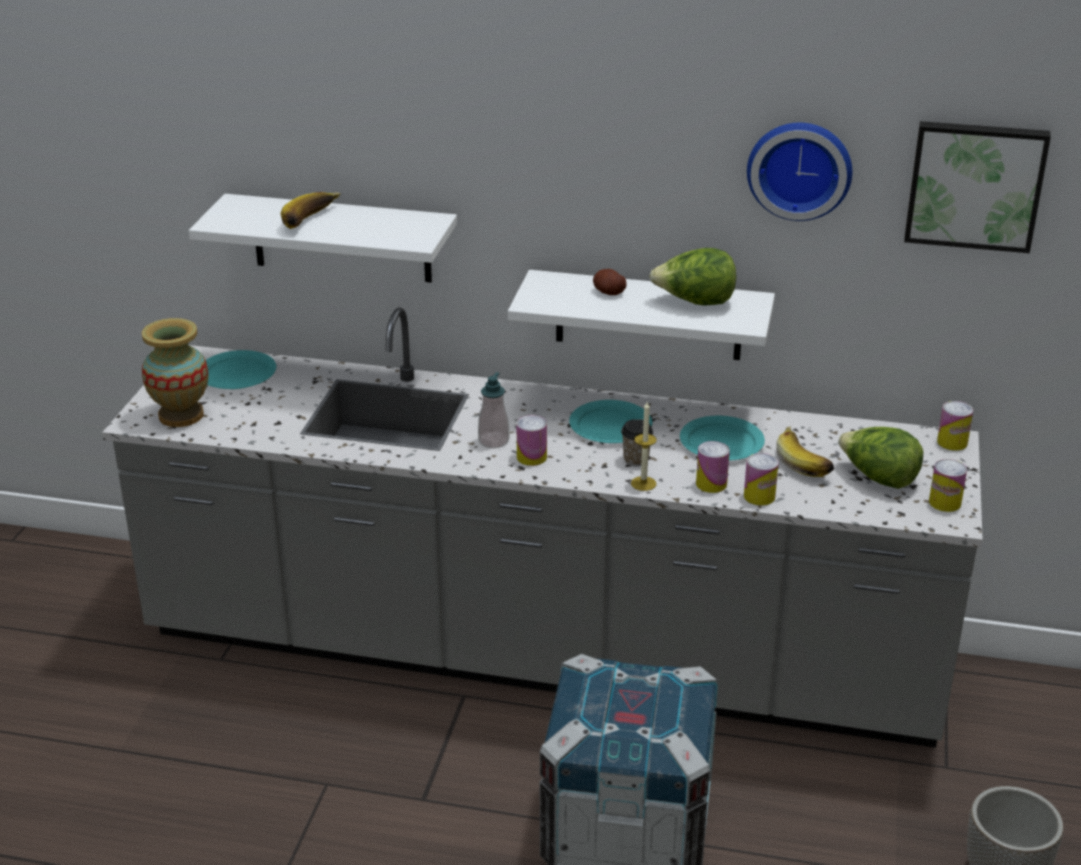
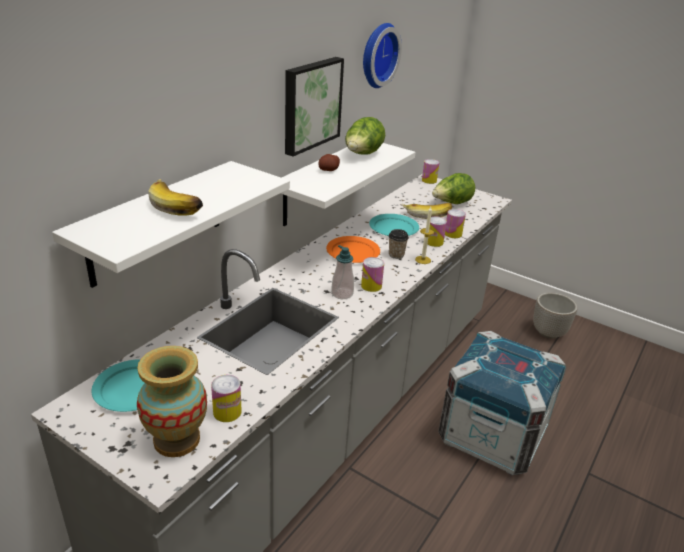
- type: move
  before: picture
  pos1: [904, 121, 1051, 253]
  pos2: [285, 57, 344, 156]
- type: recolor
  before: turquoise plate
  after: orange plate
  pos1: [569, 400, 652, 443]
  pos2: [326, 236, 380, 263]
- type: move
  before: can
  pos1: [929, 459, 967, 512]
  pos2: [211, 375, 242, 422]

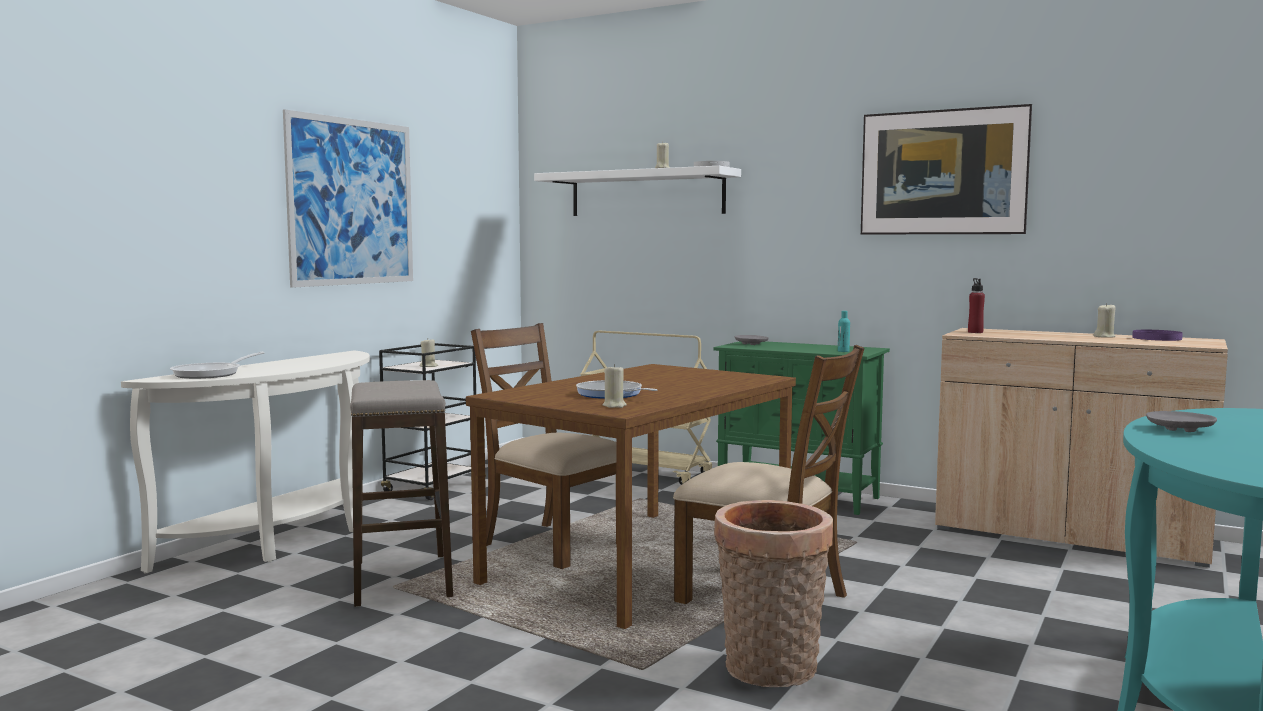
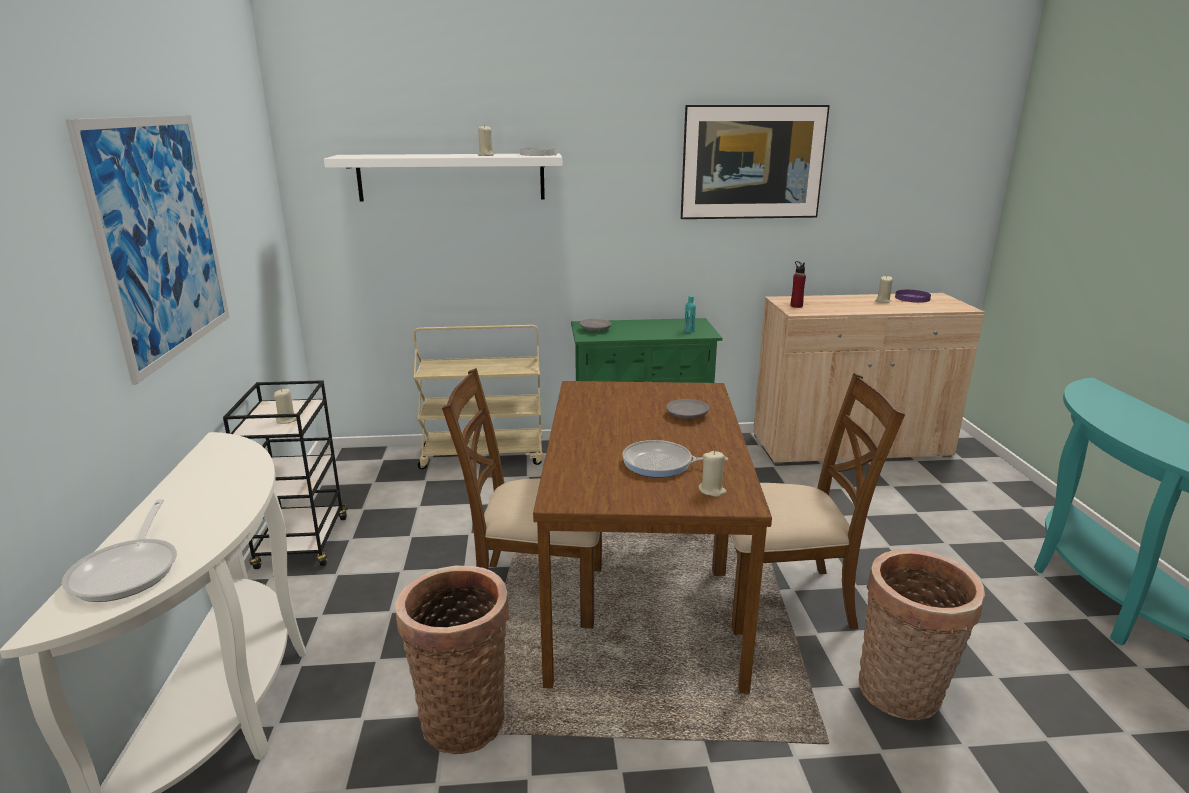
- type: replace
  before: stool
  after: basket
  pos1: [350, 380, 453, 607]
  pos2: [395, 566, 509, 754]
- type: move
  before: grey plate
  pos1: [1146, 411, 1217, 432]
  pos2: [666, 399, 709, 419]

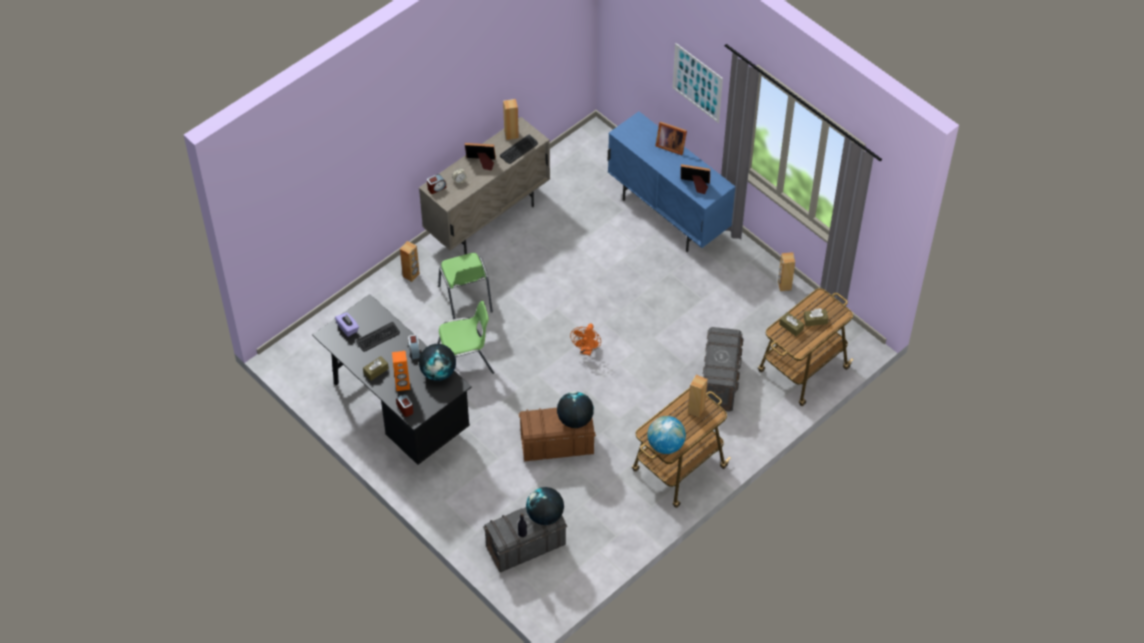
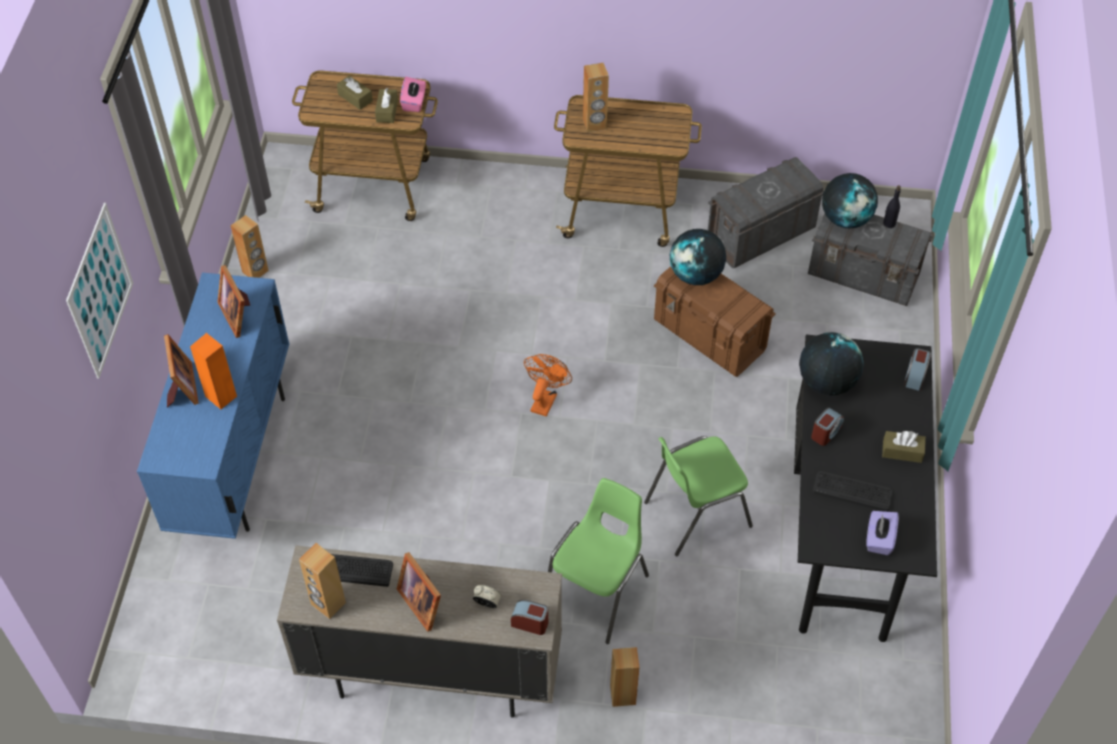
- type: rotate
  before: green chair
  pos1: [437, 301, 494, 374]
  pos2: [644, 436, 753, 556]
  turn: -60
- type: rotate
  before: orange fan
  pos1: [570, 324, 601, 355]
  pos2: [524, 354, 572, 417]
  turn: -45
- type: move
  before: grey storage box
  pos1: [703, 327, 744, 412]
  pos2: [708, 157, 824, 268]
- type: move
  before: orange speaker
  pos1: [392, 351, 410, 391]
  pos2: [190, 333, 237, 409]
- type: delete
  before: globe
  pos1: [647, 416, 686, 454]
- type: insert
  after: pink tissue box
  pos2: [400, 77, 426, 112]

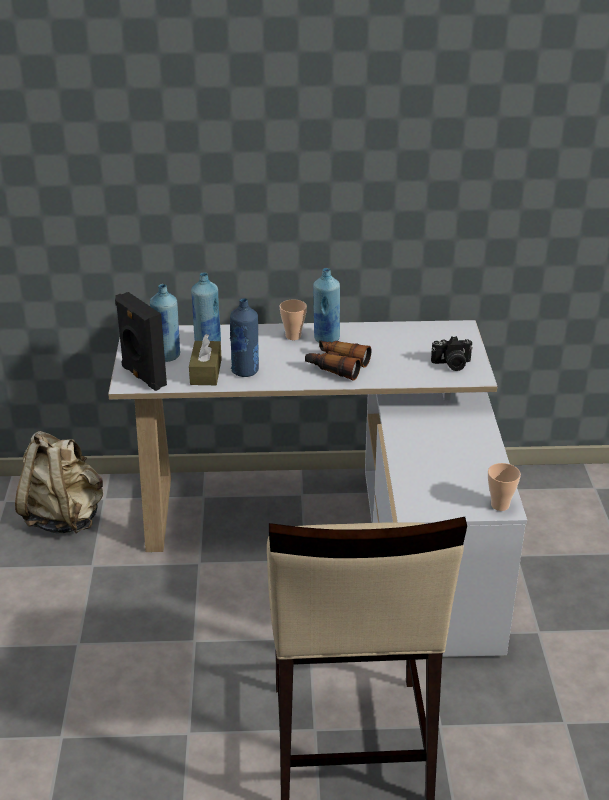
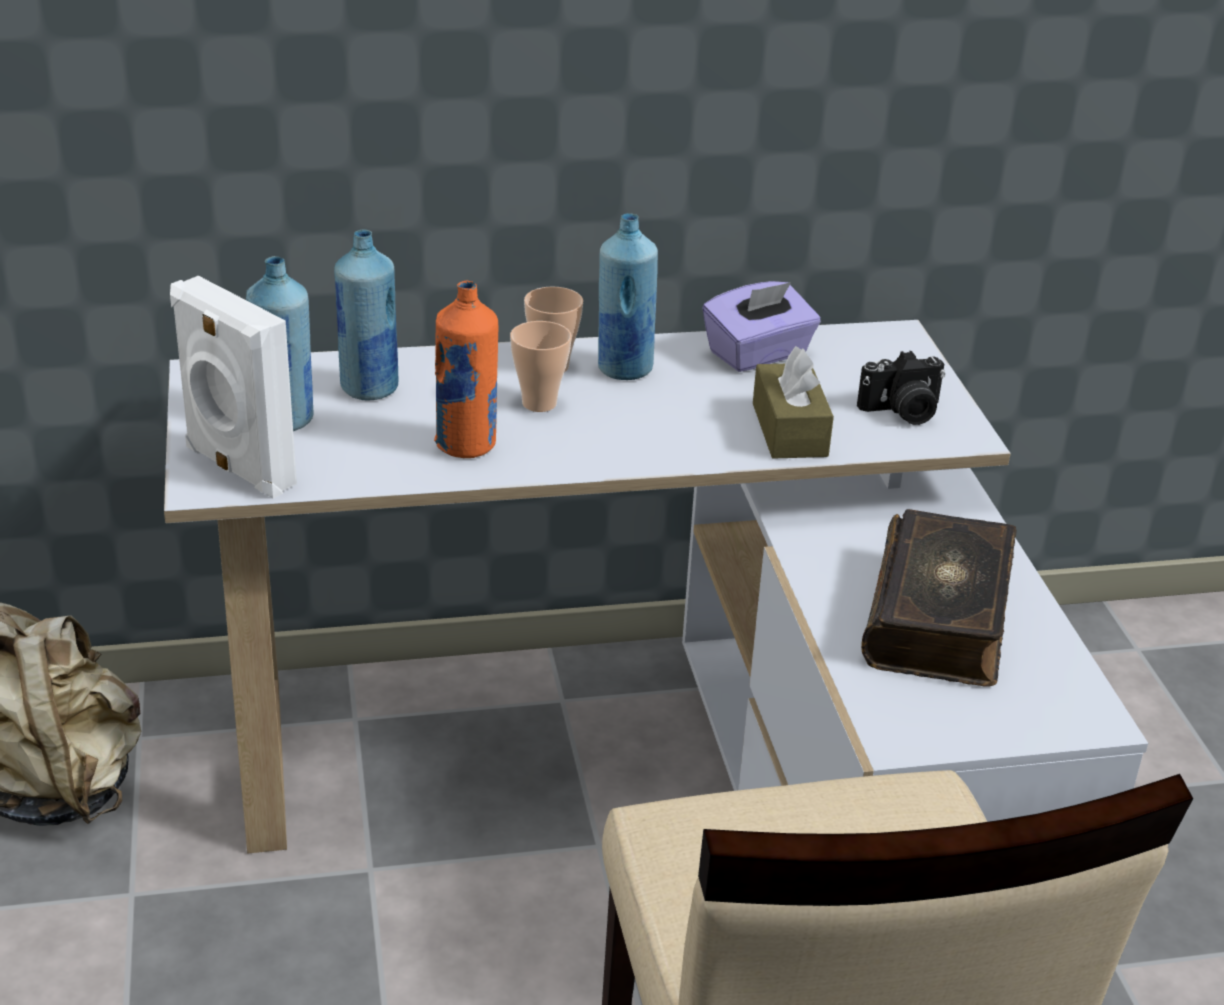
- type: recolor
  before: black speaker
  after: white speaker
  pos1: [115, 292, 167, 391]
  pos2: [170, 276, 297, 498]
- type: recolor
  before: blue bottle
  after: orange bottle
  pos1: [230, 298, 259, 377]
  pos2: [434, 280, 498, 458]
- type: move
  before: brown tissue box
  pos1: [189, 334, 222, 385]
  pos2: [753, 346, 834, 459]
- type: delete
  before: binoculars
  pos1: [305, 340, 372, 381]
- type: move
  before: cup
  pos1: [488, 463, 521, 511]
  pos2: [510, 321, 572, 412]
- type: insert
  after: purple tissue box
  pos2: [702, 281, 821, 372]
- type: insert
  after: book
  pos2: [861, 509, 1017, 687]

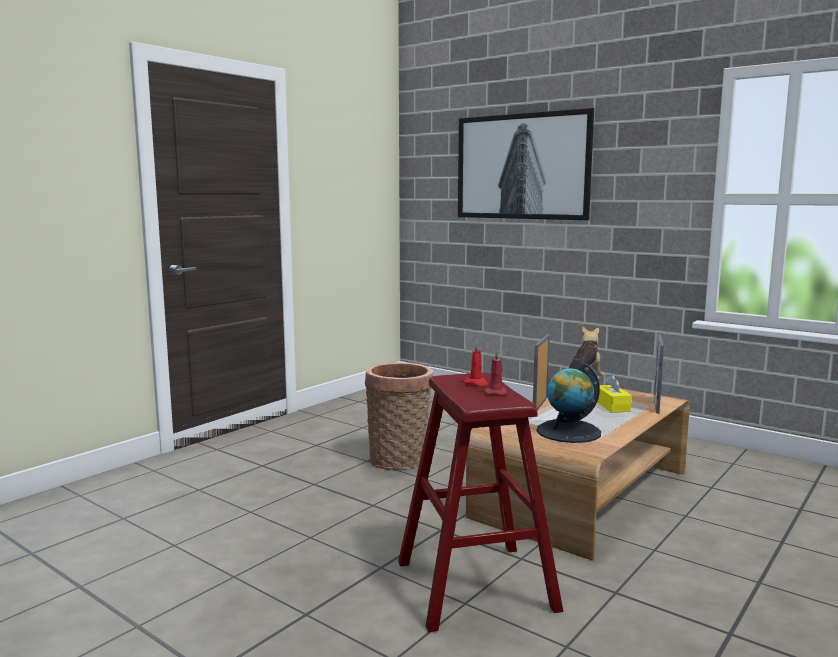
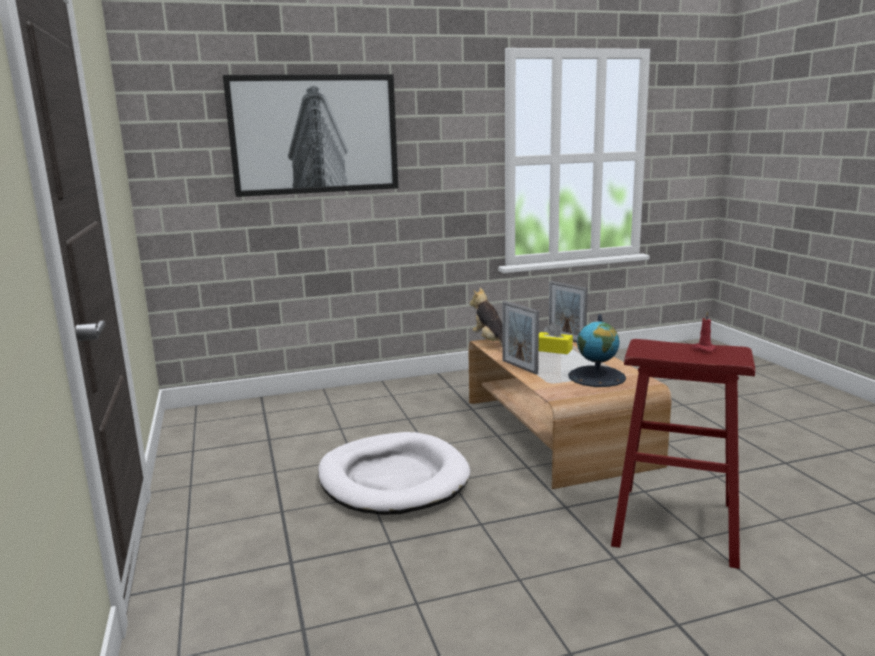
- type: delete
  before: red candle
  pos1: [464, 343, 489, 386]
- type: replace
  before: basket
  after: white dog bed
  pos1: [365, 362, 433, 470]
  pos2: [318, 432, 470, 515]

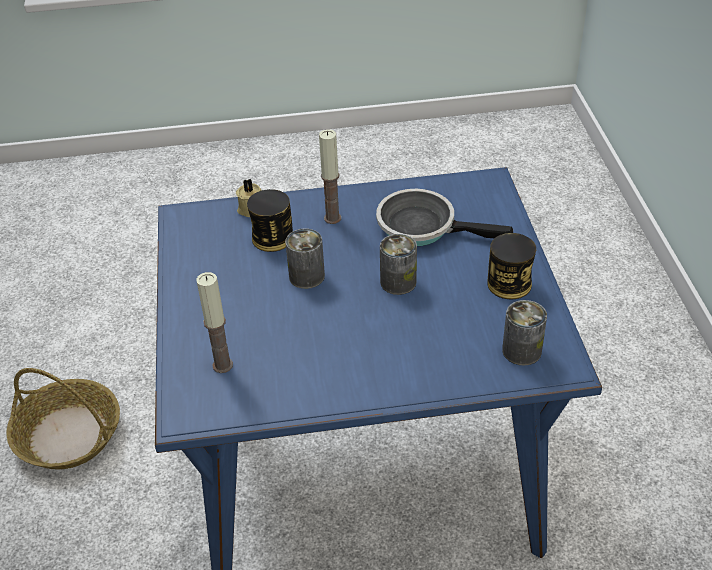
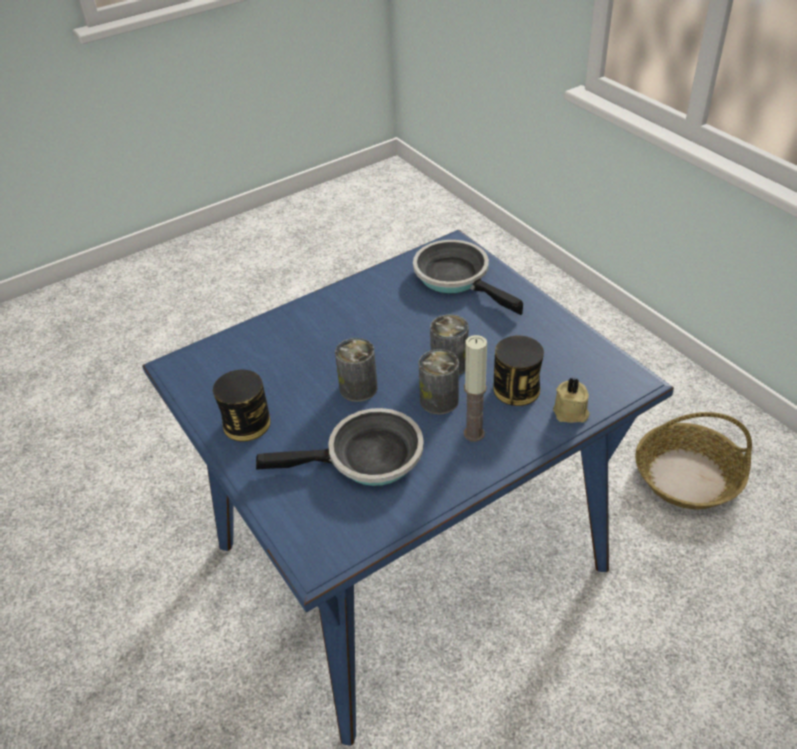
- type: replace
  before: candle
  after: frying pan
  pos1: [196, 272, 233, 373]
  pos2: [413, 240, 523, 315]
- type: move
  before: can
  pos1: [502, 300, 547, 366]
  pos2: [419, 349, 459, 414]

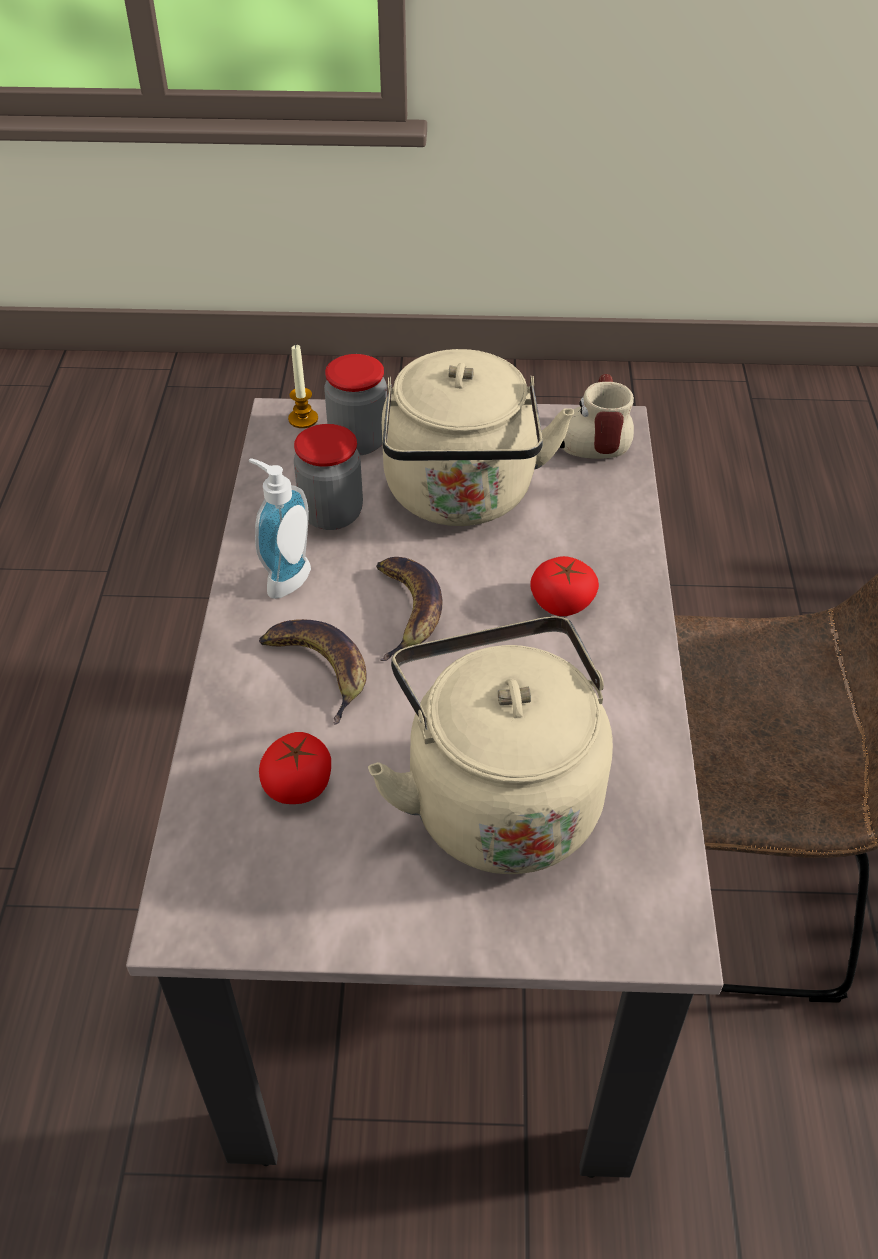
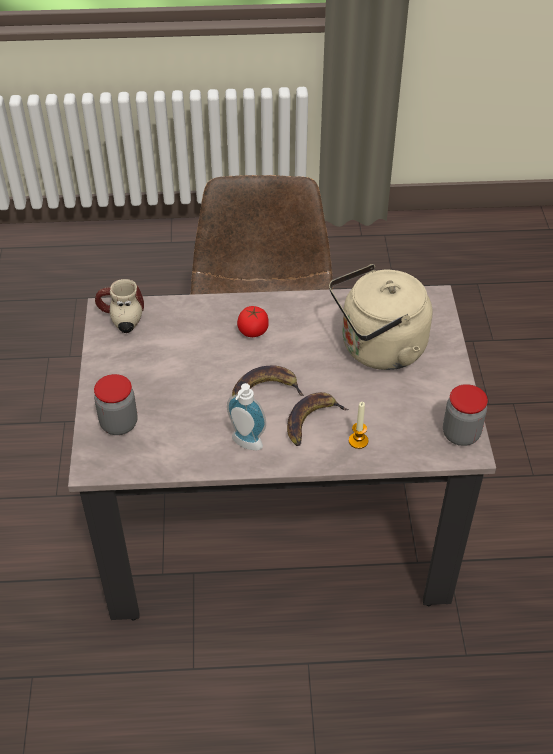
- type: move
  before: candle
  pos1: [288, 344, 318, 428]
  pos2: [349, 402, 368, 449]
- type: delete
  before: beige kettle
  pos1: [382, 349, 574, 526]
- type: move
  before: jar
  pos1: [294, 424, 363, 530]
  pos2: [443, 384, 488, 446]
- type: delete
  before: tomato
  pos1: [259, 732, 331, 804]

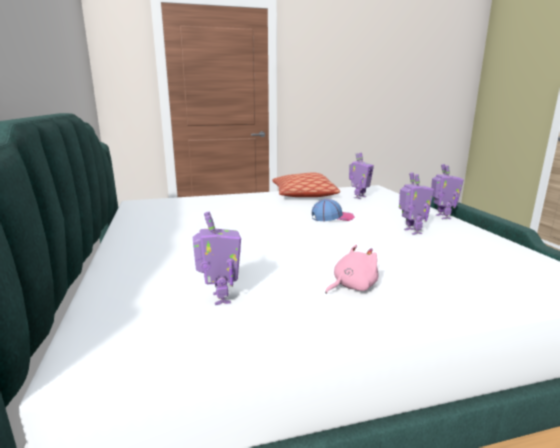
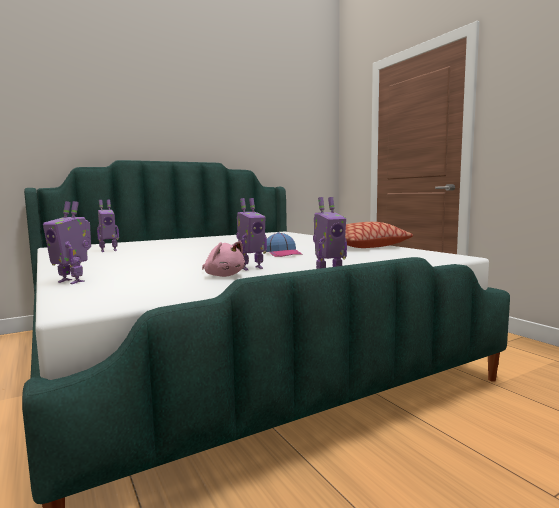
- type: move
  before: toy robot
  pos1: [349, 153, 374, 199]
  pos2: [43, 201, 91, 284]
- type: move
  before: pink plush toy
  pos1: [325, 244, 378, 294]
  pos2: [202, 241, 245, 277]

